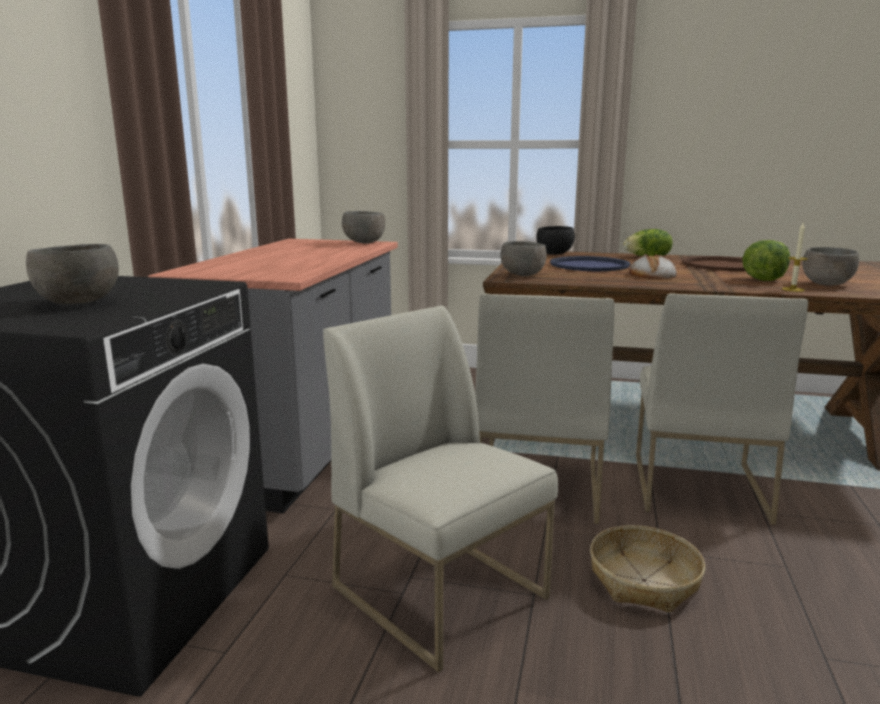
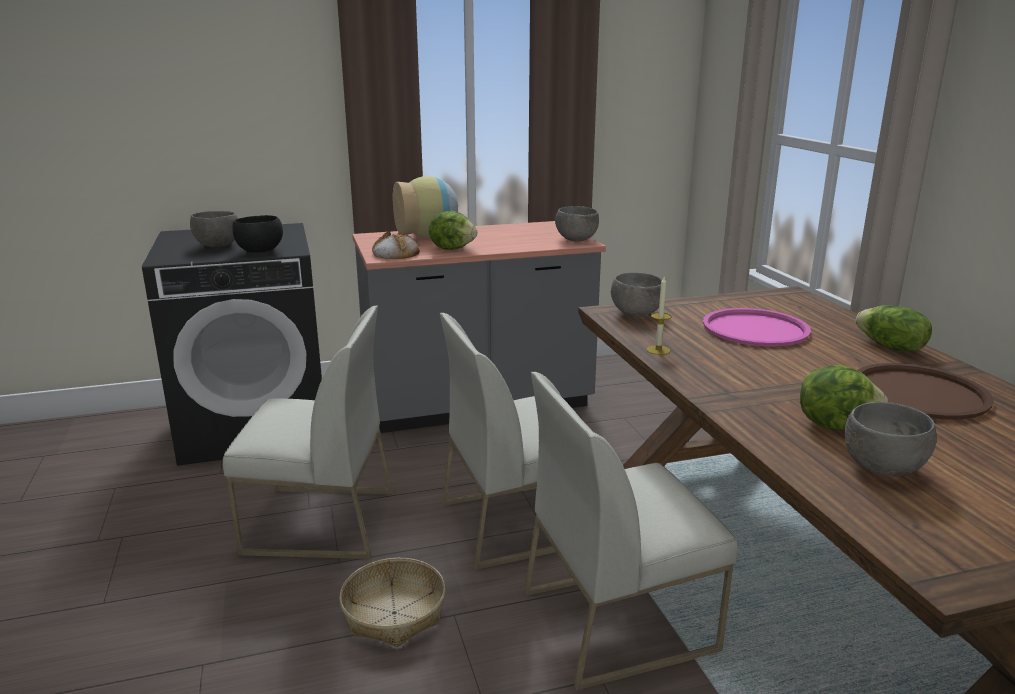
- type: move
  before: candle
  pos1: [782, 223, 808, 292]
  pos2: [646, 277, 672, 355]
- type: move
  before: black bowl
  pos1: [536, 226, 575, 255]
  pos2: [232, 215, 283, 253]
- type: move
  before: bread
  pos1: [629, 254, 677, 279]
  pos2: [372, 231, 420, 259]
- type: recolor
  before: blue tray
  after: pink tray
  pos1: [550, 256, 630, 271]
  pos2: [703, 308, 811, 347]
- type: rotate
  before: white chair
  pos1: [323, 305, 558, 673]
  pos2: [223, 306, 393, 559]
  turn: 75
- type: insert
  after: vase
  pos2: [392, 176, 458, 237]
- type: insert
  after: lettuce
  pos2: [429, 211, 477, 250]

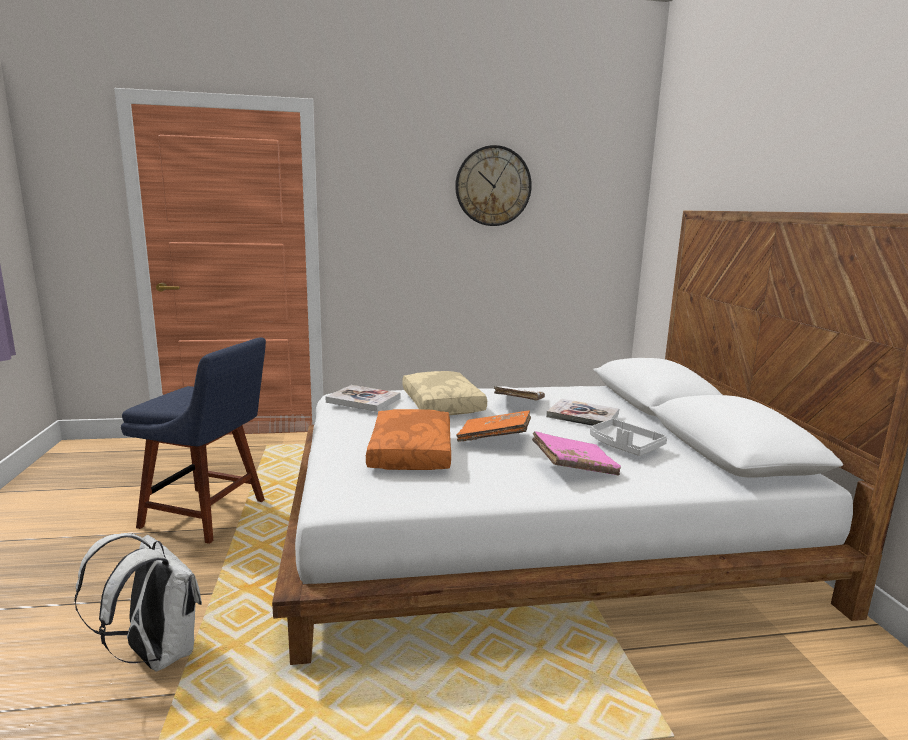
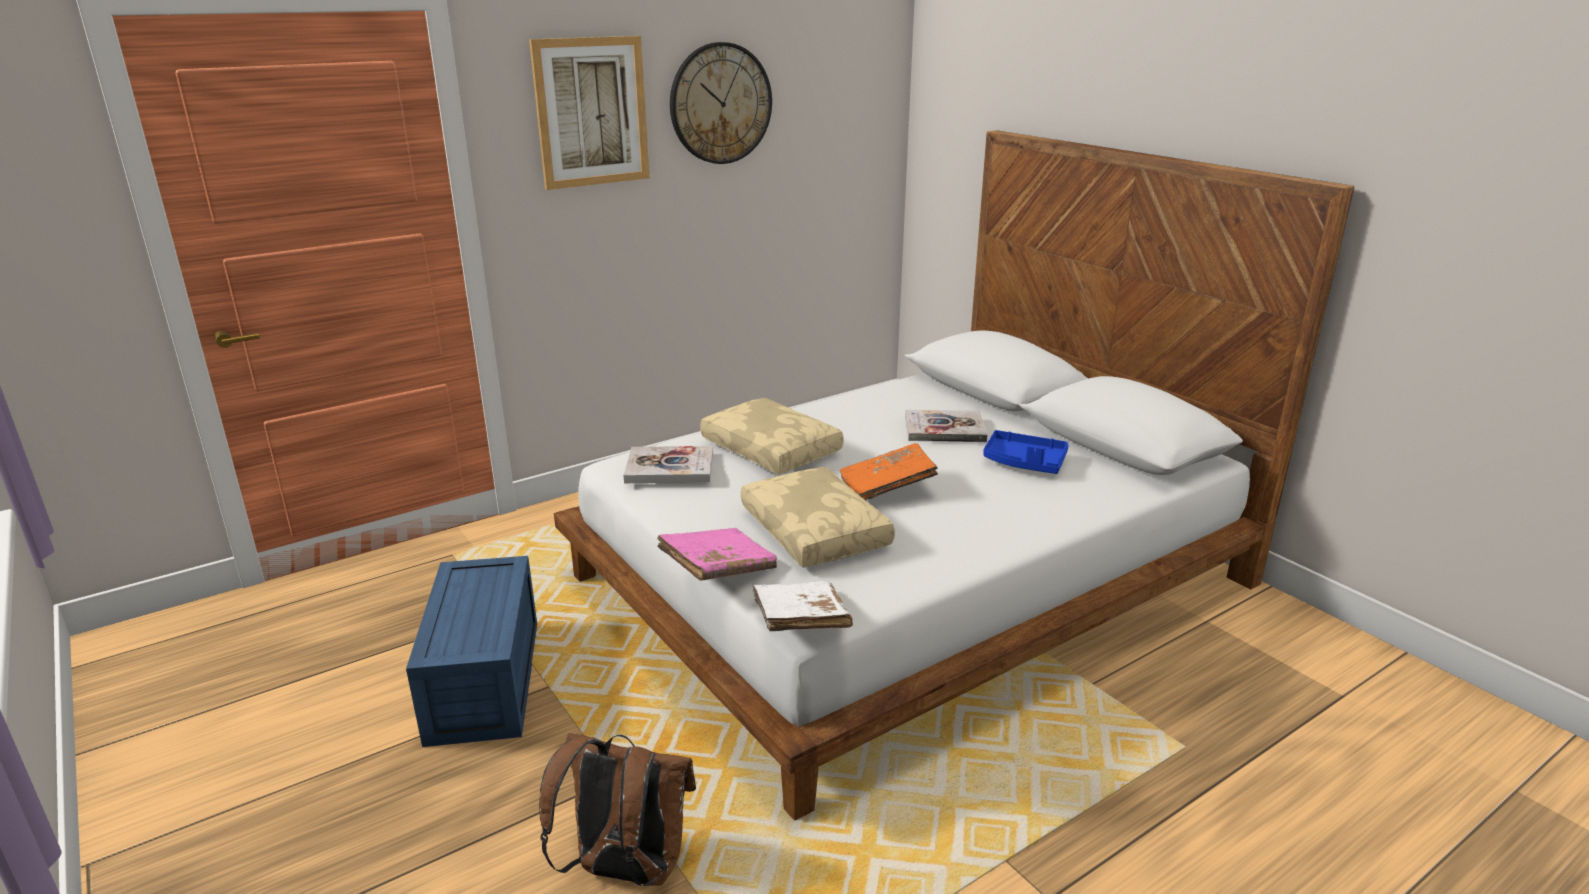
- type: replace
  before: blue chair
  after: blue storage box
  pos1: [121, 338, 266, 544]
  pos2: [406, 556, 537, 747]
- type: move
  before: white book
  pos1: [494, 386, 545, 400]
  pos2: [752, 581, 853, 631]
- type: recolor
  before: orange pillow
  after: beige pillow
  pos1: [366, 409, 451, 470]
  pos2: [741, 467, 895, 568]
- type: recolor
  before: grey tray
  after: blue tray
  pos1: [590, 419, 667, 456]
  pos2: [983, 430, 1069, 474]
- type: move
  before: pink book
  pos1: [532, 431, 621, 476]
  pos2: [657, 528, 777, 581]
- type: recolor
  before: white backpack
  after: brown backpack
  pos1: [75, 533, 202, 672]
  pos2: [539, 733, 696, 886]
- type: insert
  after: picture
  pos2: [529, 36, 650, 190]

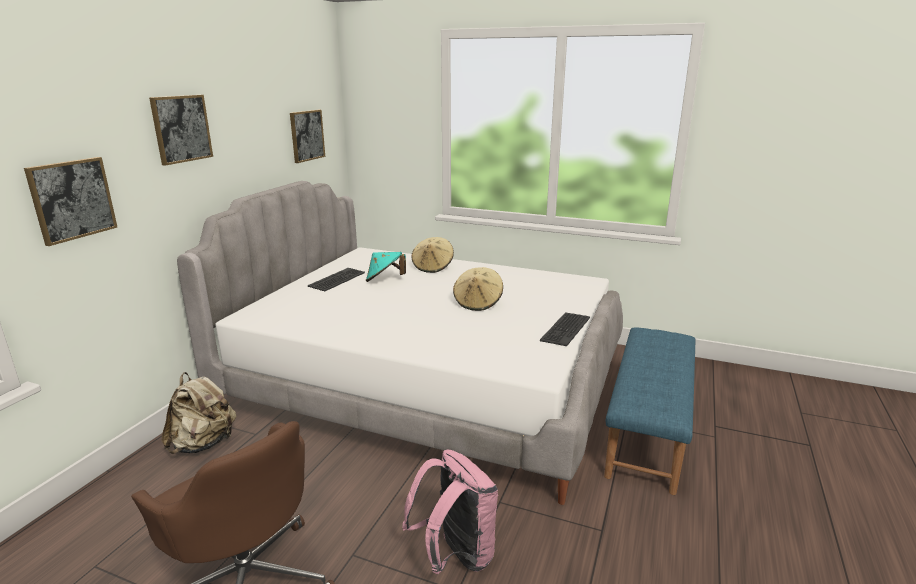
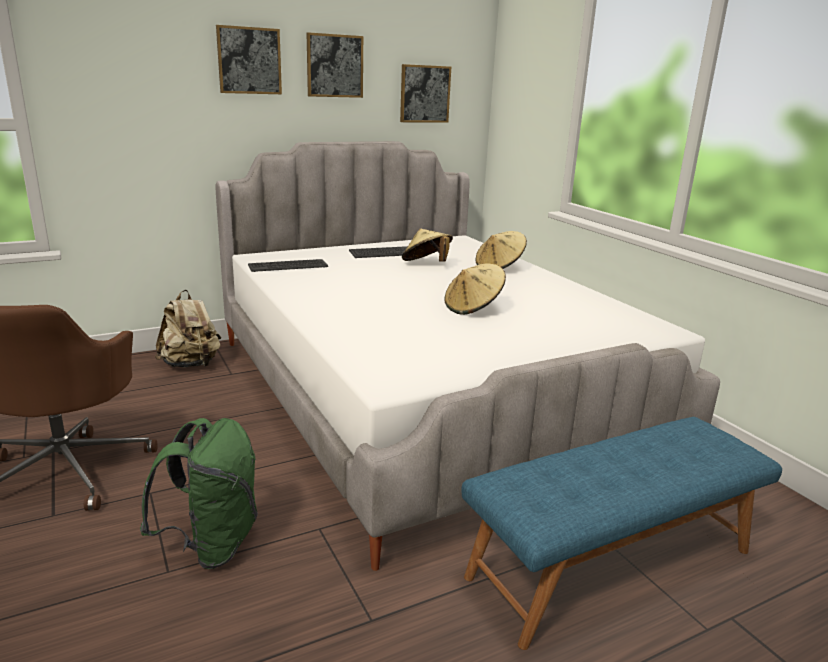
- type: move
  before: picture
  pos1: [24, 157, 117, 246]
  pos2: [307, 32, 363, 98]
- type: recolor
  before: turquoise hat
  after: beige hat
  pos1: [366, 252, 406, 282]
  pos2: [402, 229, 453, 262]
- type: move
  before: keyboard
  pos1: [540, 312, 590, 346]
  pos2: [248, 259, 328, 272]
- type: recolor
  before: pink backpack
  after: green backpack
  pos1: [402, 450, 498, 574]
  pos2: [140, 418, 258, 569]

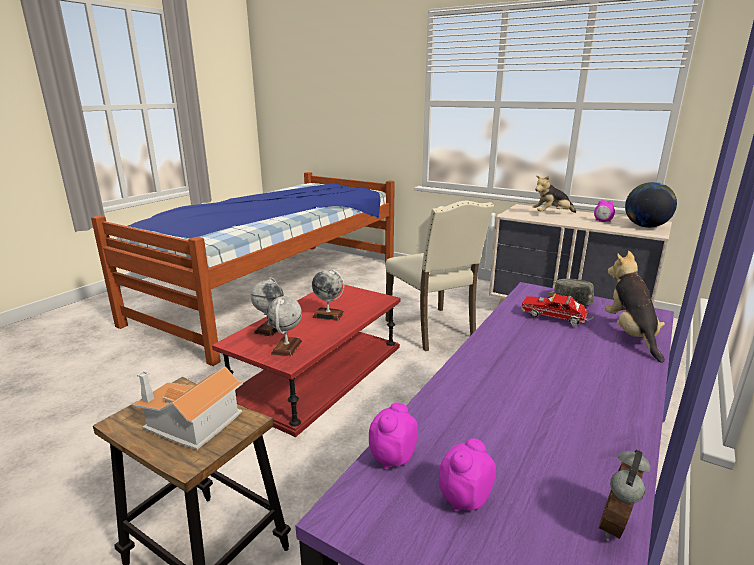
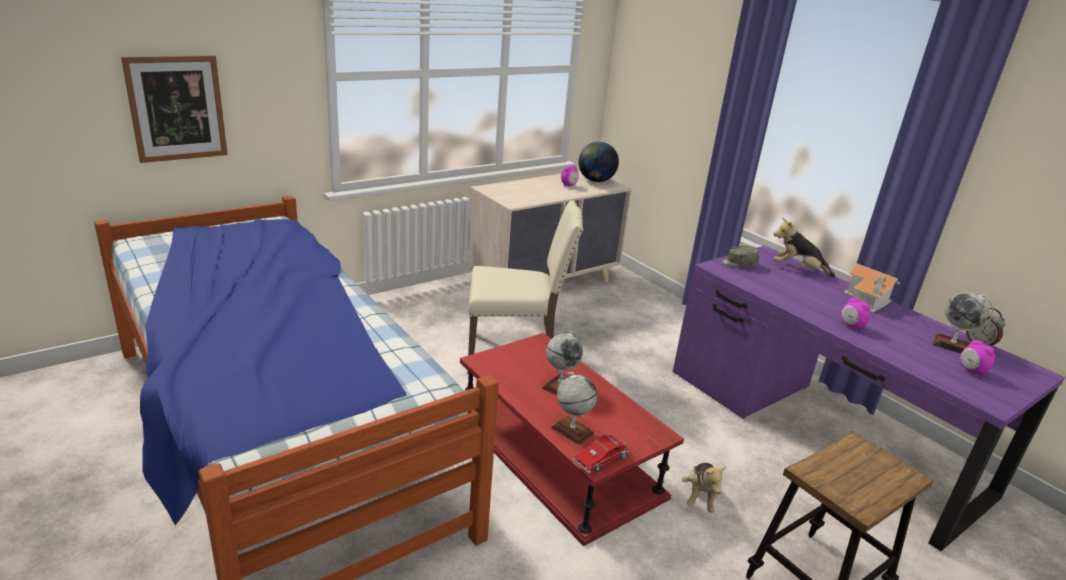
- type: move
  before: plush toy
  pos1: [533, 176, 576, 213]
  pos2: [682, 463, 726, 513]
- type: move
  before: toy truck
  pos1: [521, 293, 594, 326]
  pos2: [573, 434, 629, 473]
- type: move
  before: globe
  pos1: [267, 296, 302, 356]
  pos2: [932, 292, 993, 354]
- type: move
  before: toy house
  pos1: [133, 366, 243, 450]
  pos2: [844, 263, 900, 313]
- type: move
  before: alarm clock
  pos1: [369, 402, 418, 470]
  pos2: [841, 298, 870, 330]
- type: insert
  after: picture
  pos2: [121, 55, 228, 163]

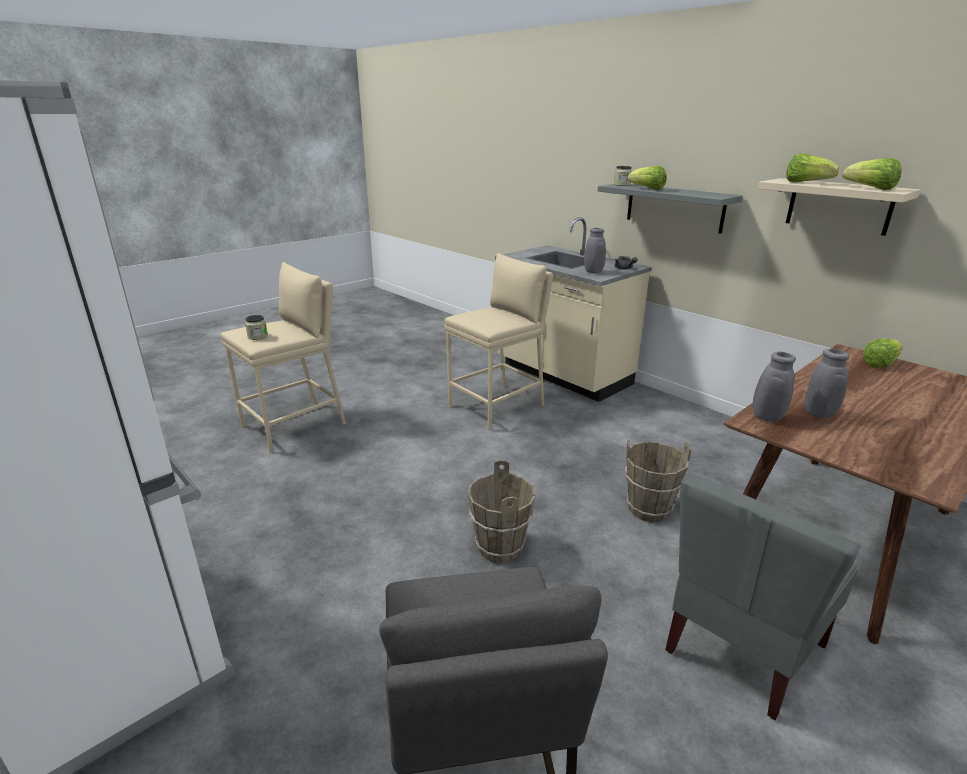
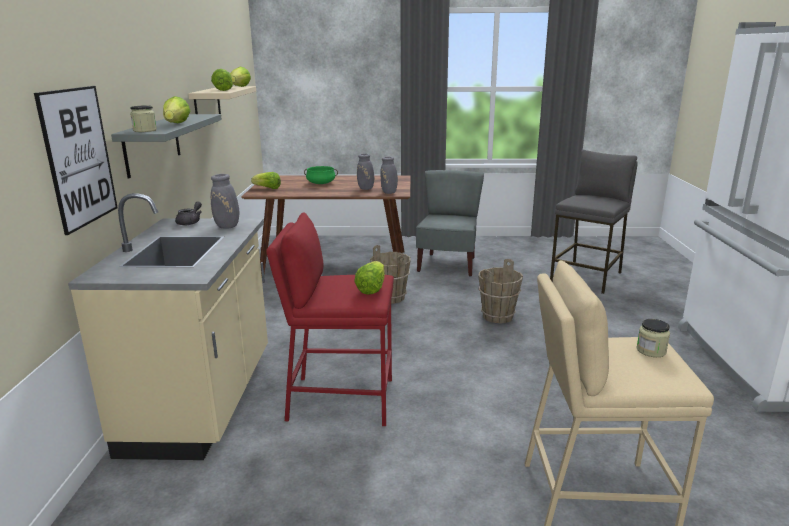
- type: recolor
  before: beige stool
  after: red stool
  pos1: [444, 253, 553, 431]
  pos2: [266, 212, 394, 426]
- type: rotate
  before: grey chair
  pos1: [665, 473, 861, 720]
  pos2: [416, 170, 484, 276]
  turn: -75
- type: insert
  after: picture
  pos2: [34, 86, 118, 235]
- type: insert
  after: green cooking pot
  pos2: [304, 166, 338, 184]
- type: insert
  after: lettuce
  pos2: [354, 261, 385, 295]

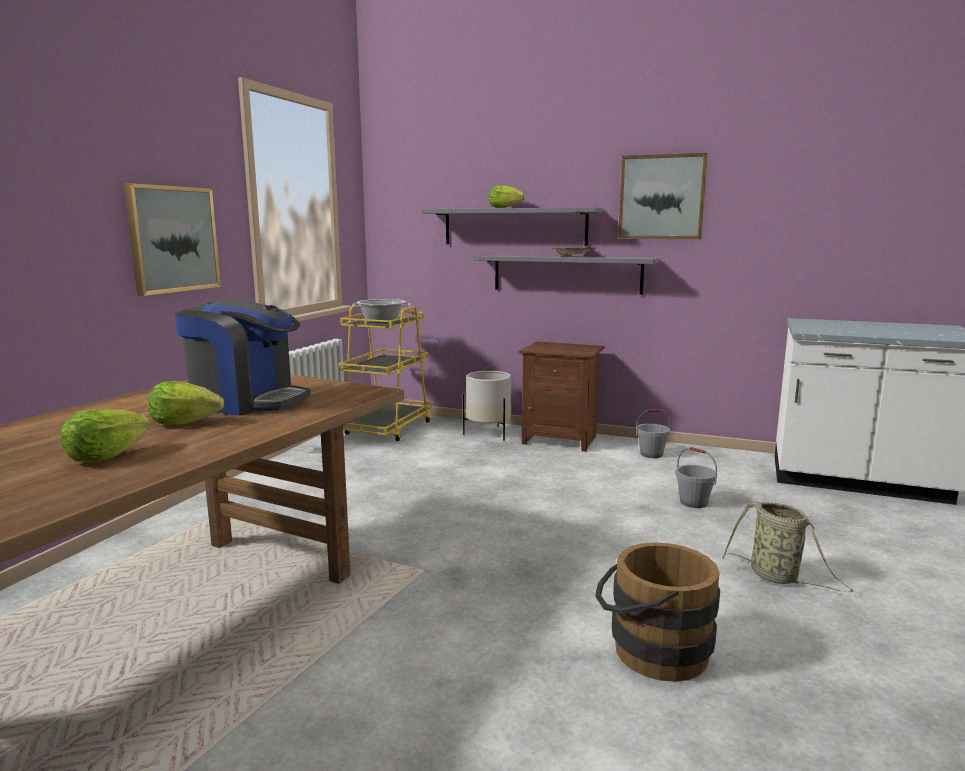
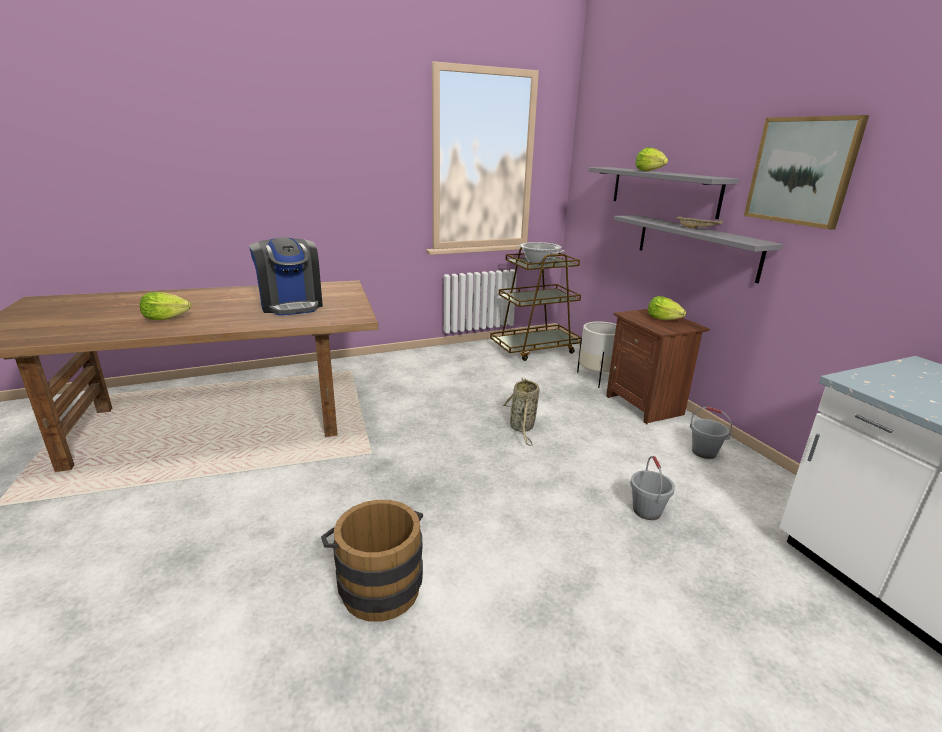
- type: delete
  before: picture
  pos1: [124, 183, 221, 296]
- type: recolor
  before: yellow cart
  after: brown cart
  pos1: [338, 305, 433, 441]
  pos2: [490, 248, 582, 361]
- type: move
  before: lettuce
  pos1: [148, 381, 224, 425]
  pos2: [648, 296, 686, 320]
- type: move
  before: basket
  pos1: [722, 501, 853, 592]
  pos2: [503, 378, 539, 446]

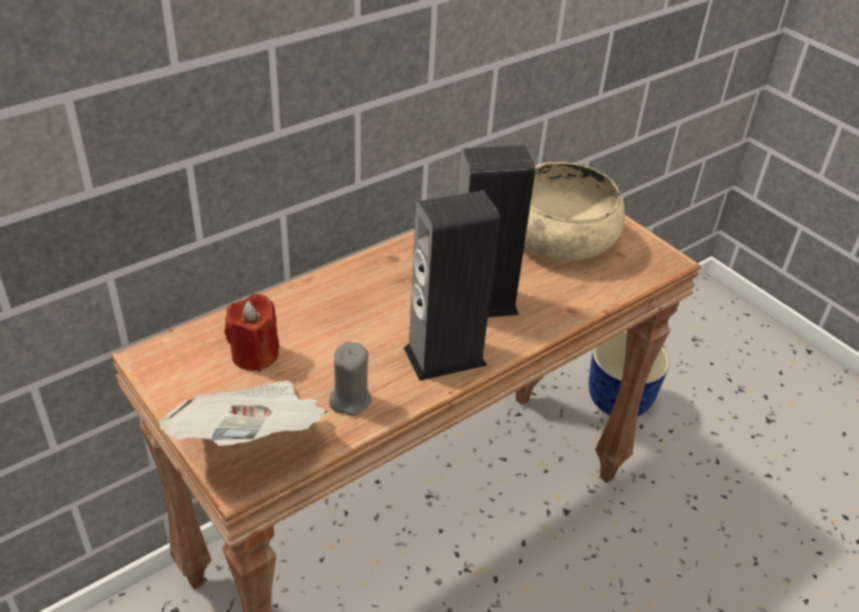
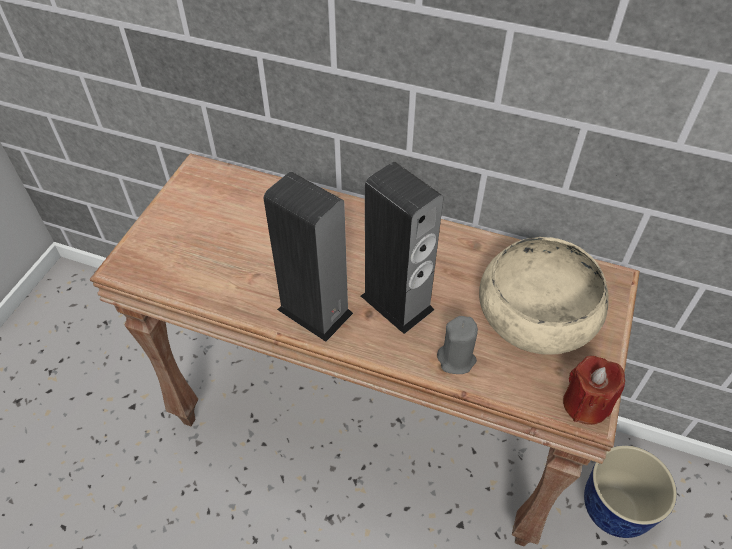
- type: move
  before: red candle
  pos1: [225, 294, 279, 371]
  pos2: [563, 356, 625, 425]
- type: move
  before: grey candle
  pos1: [329, 342, 372, 416]
  pos2: [437, 316, 478, 374]
- type: delete
  before: newspaper
  pos1: [159, 381, 328, 446]

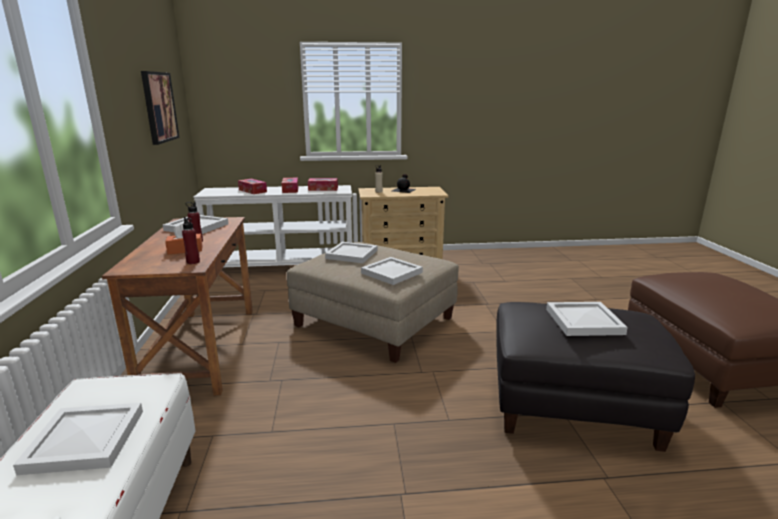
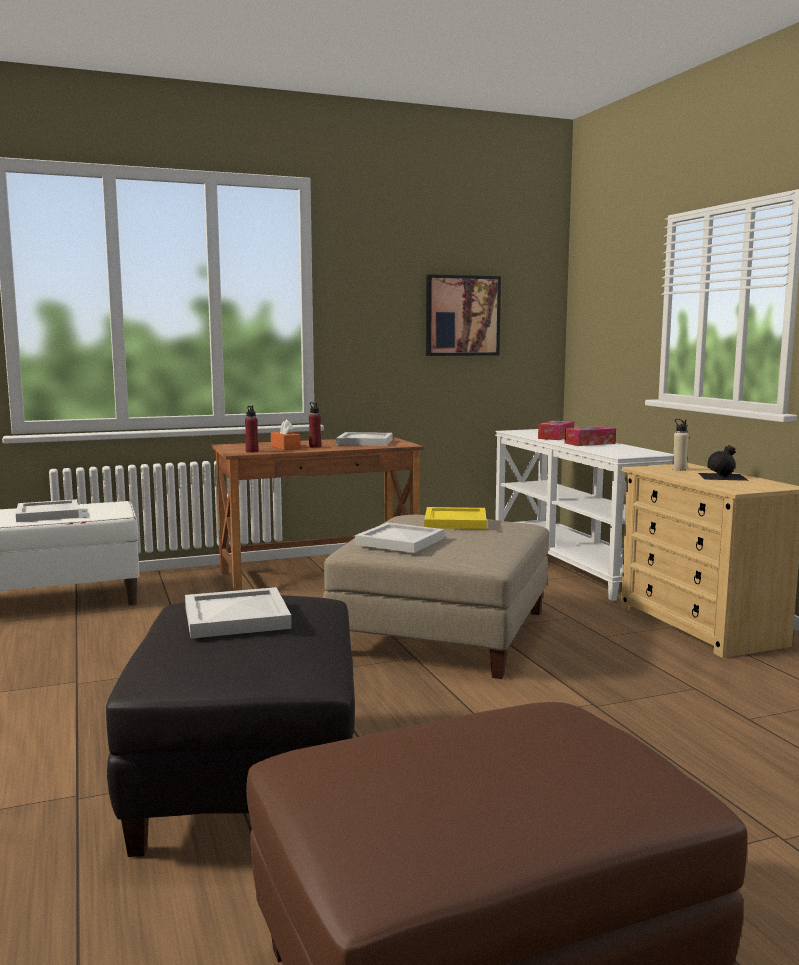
- type: delete
  before: tissue box
  pos1: [308, 178, 338, 191]
- type: recolor
  before: white tray
  after: yellow tray
  pos1: [325, 242, 377, 263]
  pos2: [424, 507, 487, 529]

